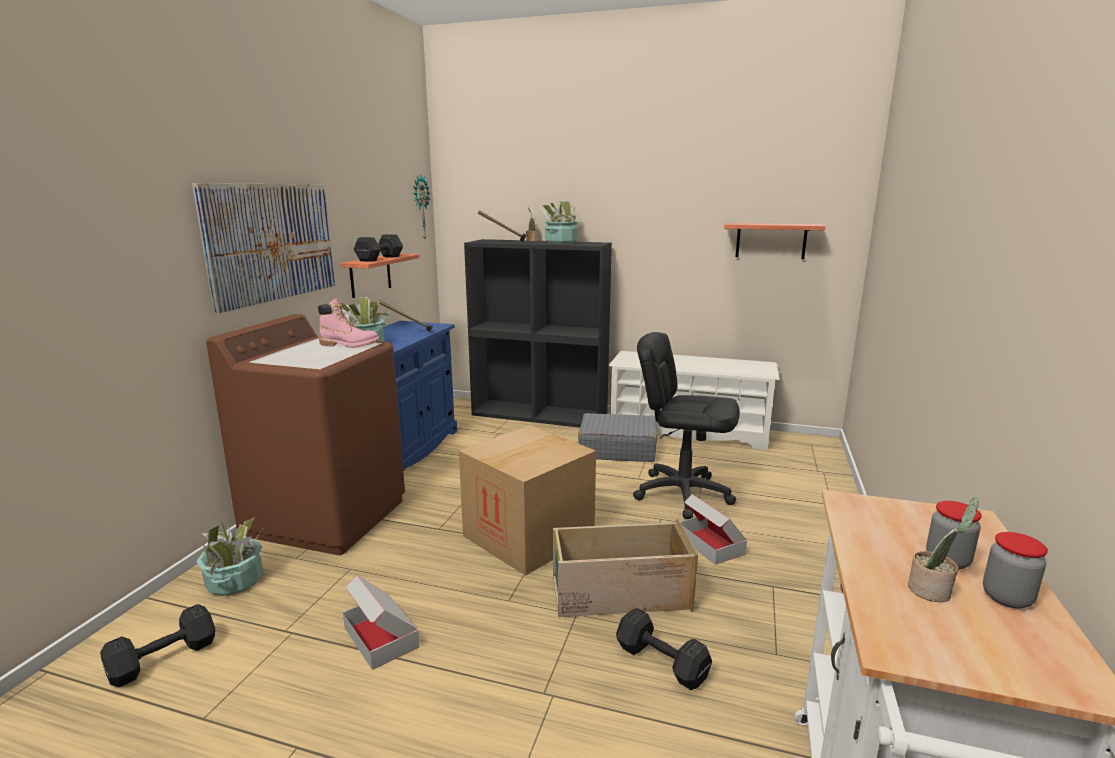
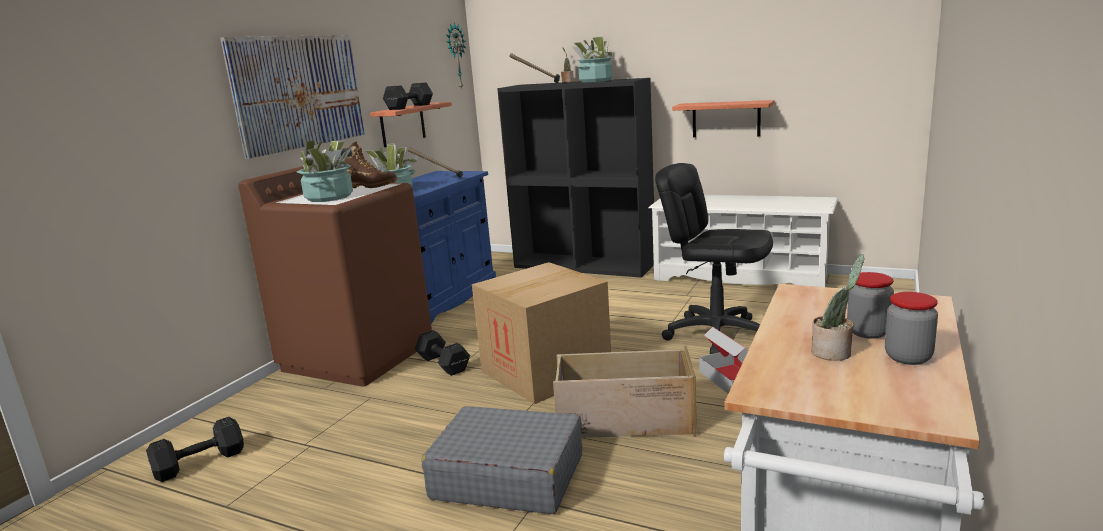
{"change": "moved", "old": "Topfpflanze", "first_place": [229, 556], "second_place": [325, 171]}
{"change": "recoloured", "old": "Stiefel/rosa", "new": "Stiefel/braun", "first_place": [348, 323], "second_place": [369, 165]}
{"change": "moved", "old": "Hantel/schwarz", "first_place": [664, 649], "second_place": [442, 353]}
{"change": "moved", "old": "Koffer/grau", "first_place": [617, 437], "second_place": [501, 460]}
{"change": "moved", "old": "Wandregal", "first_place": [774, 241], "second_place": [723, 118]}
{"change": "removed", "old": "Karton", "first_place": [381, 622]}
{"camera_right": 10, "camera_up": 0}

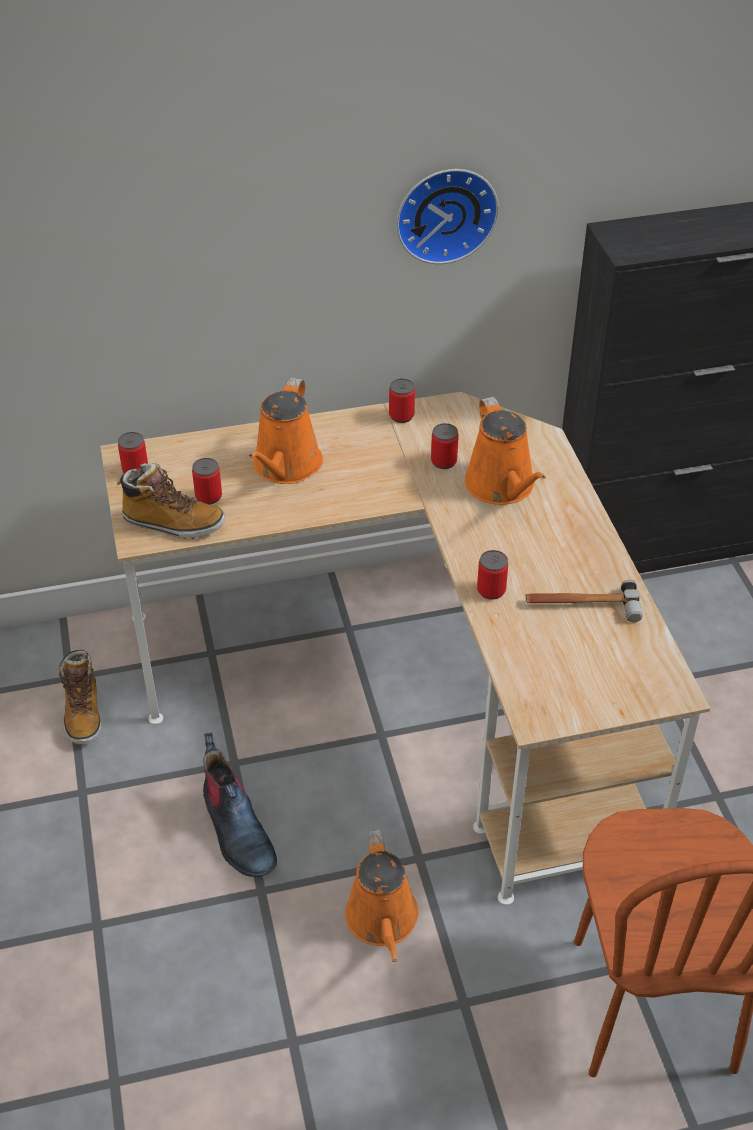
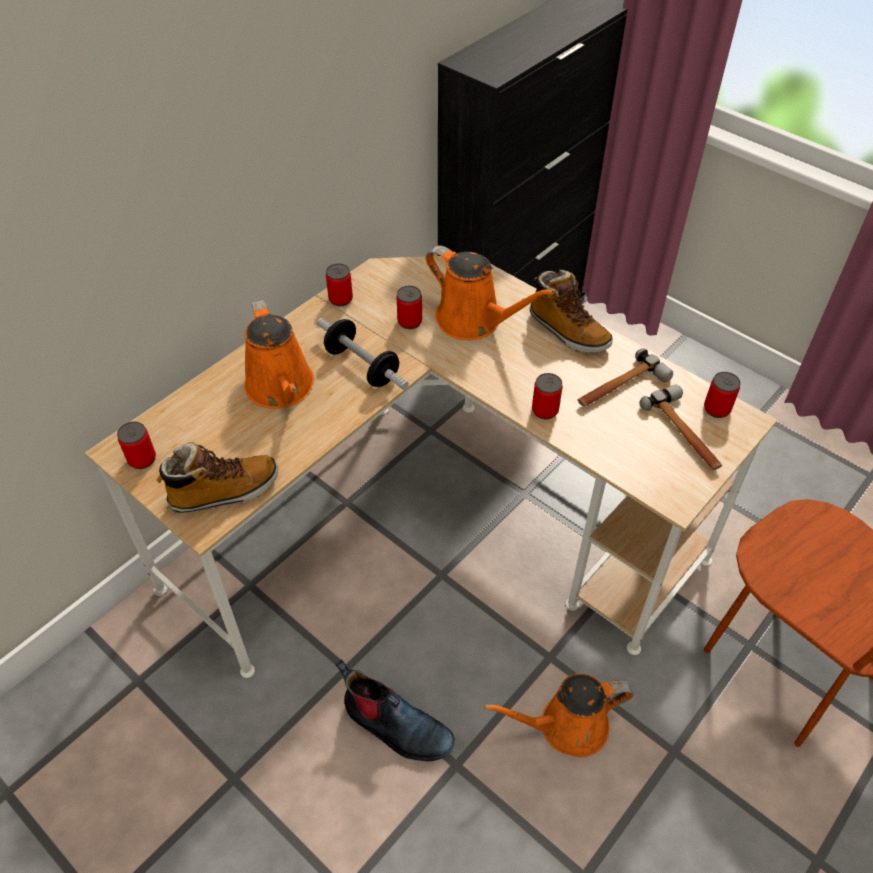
{"change": "added", "new": "Hantel", "second_place": [363, 354]}
{"change": "turned", "old": "Gießkanne/orange", "first_place": [382, 895], "second_place": [559, 715], "degrees": 120}
{"change": "moved", "old": "Stiefel", "first_place": [80, 697], "second_place": [571, 311]}
{"change": "added", "new": "Hammer", "second_place": [680, 427]}
{"change": "moved", "old": "Dose", "first_place": [207, 481], "second_place": [722, 395]}
{"change": "removed", "old": "Wanduhr", "first_place": [447, 216]}
{"camera_right": -35, "camera_up": 5}

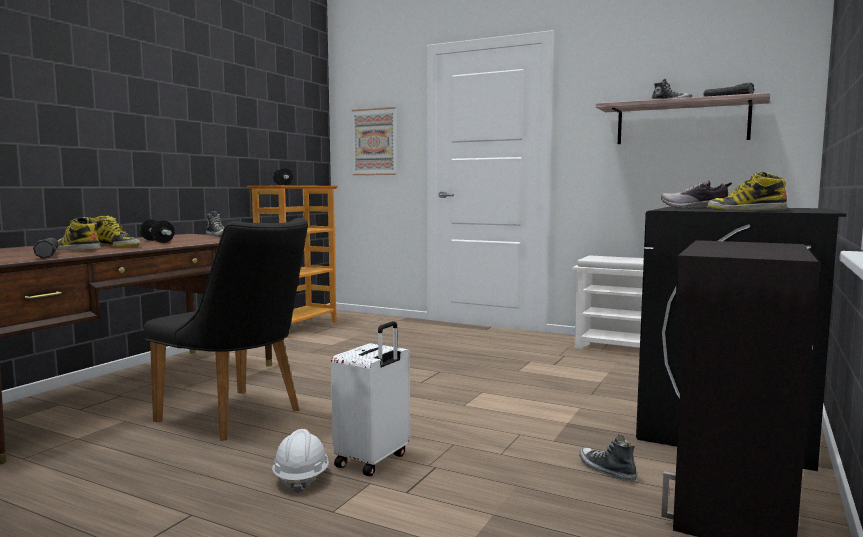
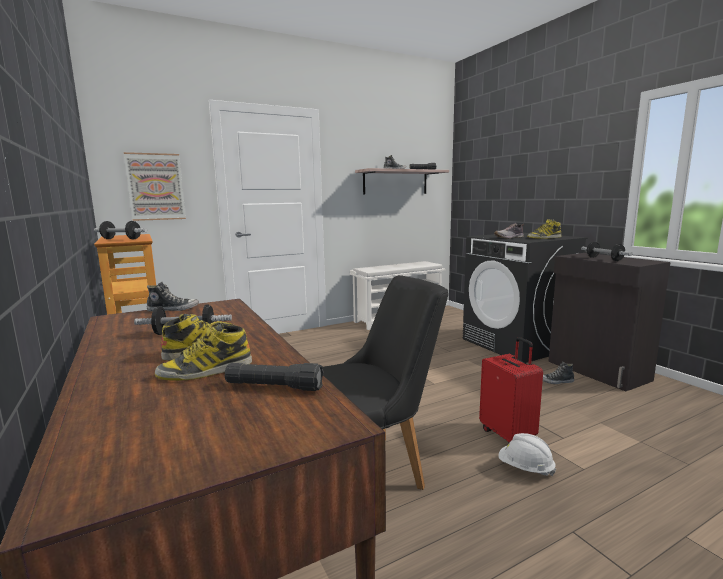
{"change": "recoloured", "old": "Koffer/weiß", "new": "Koffer/rot", "first_place": [370, 398], "second_place": [511, 390]}
{"change": "added", "new": "Hantel", "second_place": [607, 251]}
{"camera_right": -55, "camera_up": 5}

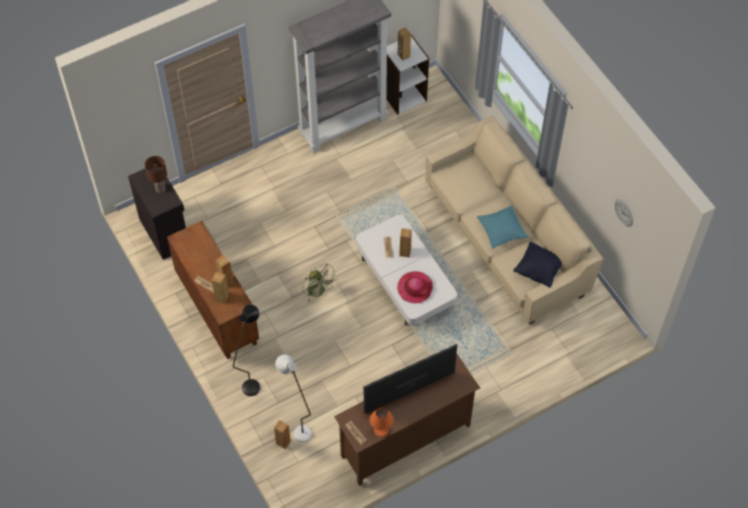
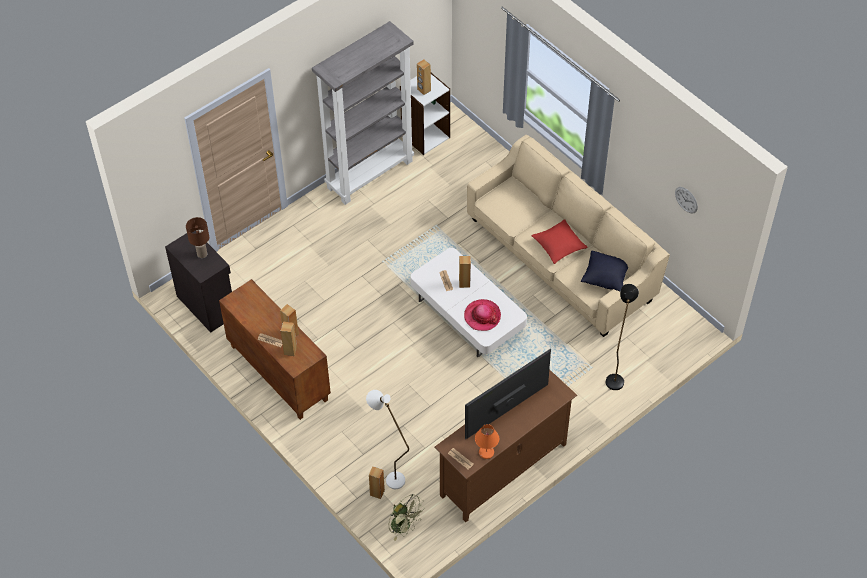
{"change": "moved", "old": "Ventilator/grün", "first_place": [320, 283], "second_place": [406, 517]}
{"change": "recoloured", "old": "Kissen/türkis", "new": "Kissen/rot", "first_place": [502, 227], "second_place": [559, 241]}
{"change": "moved", "old": "Stehlampe/schwarz", "first_place": [246, 350], "second_place": [622, 337]}
{"camera_right": -10, "camera_up": -5}

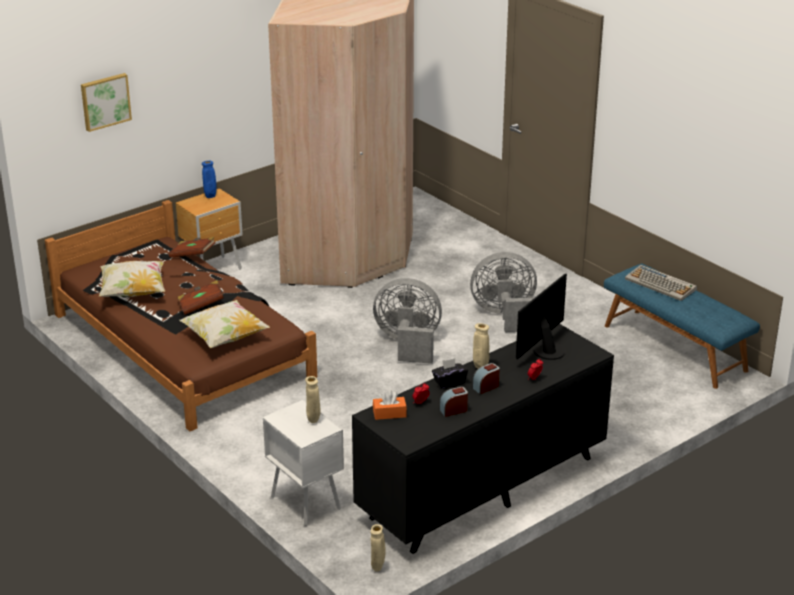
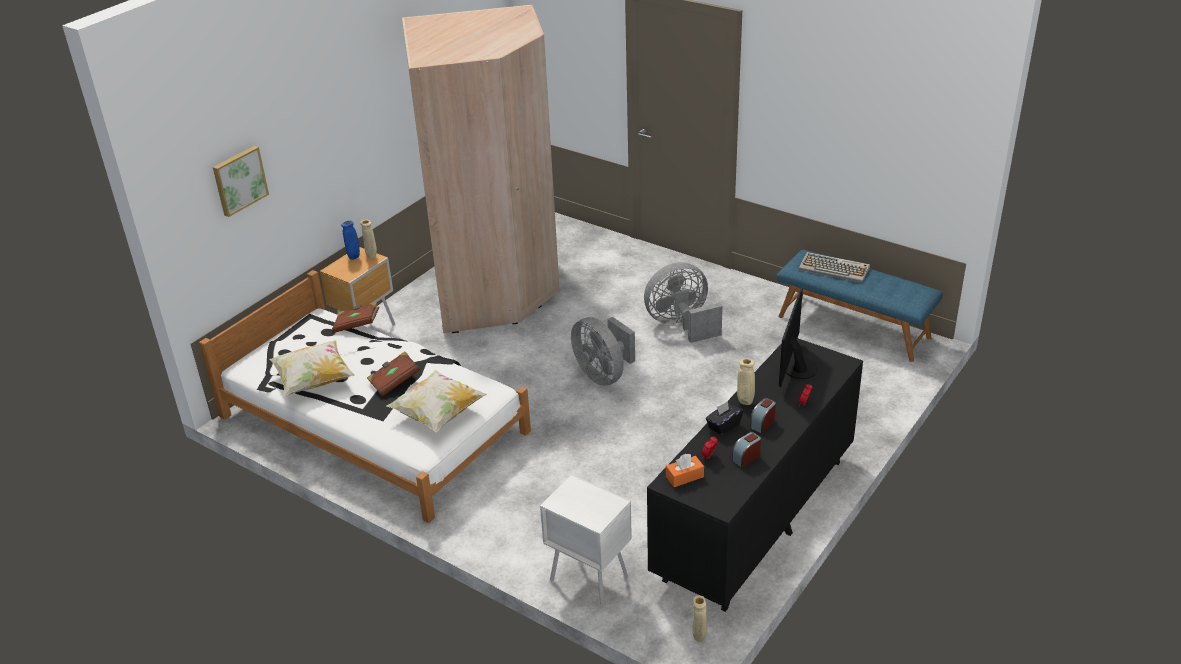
{"change": "recoloured", "old": "Bett/braun", "new": "Bett/weiß", "first_place": [181, 315], "second_place": [365, 396]}
{"change": "moved", "old": "Vase/beige", "first_place": [313, 399], "second_place": [368, 239]}
{"change": "turned", "old": "Ventilator/grau", "first_place": [407, 321], "second_place": [603, 351], "degrees": -120}
{"camera_right": -15, "camera_up": 5}

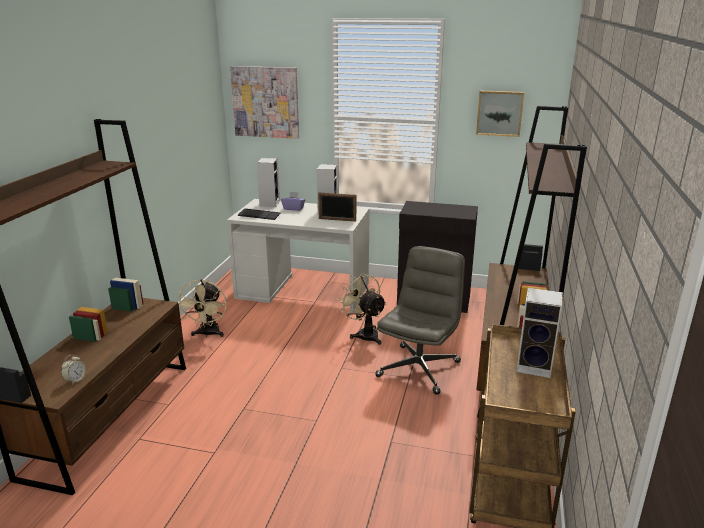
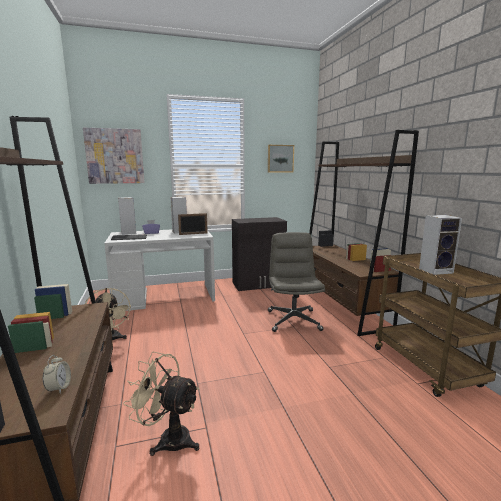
{"change": "moved", "old": "Ventilator/beige", "first_place": [362, 309], "second_place": [161, 404]}
{"camera_right": -30, "camera_up": -10}

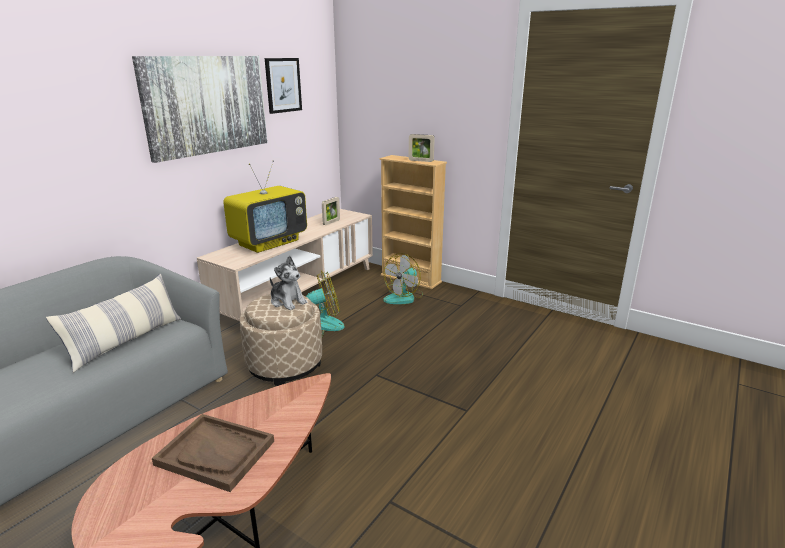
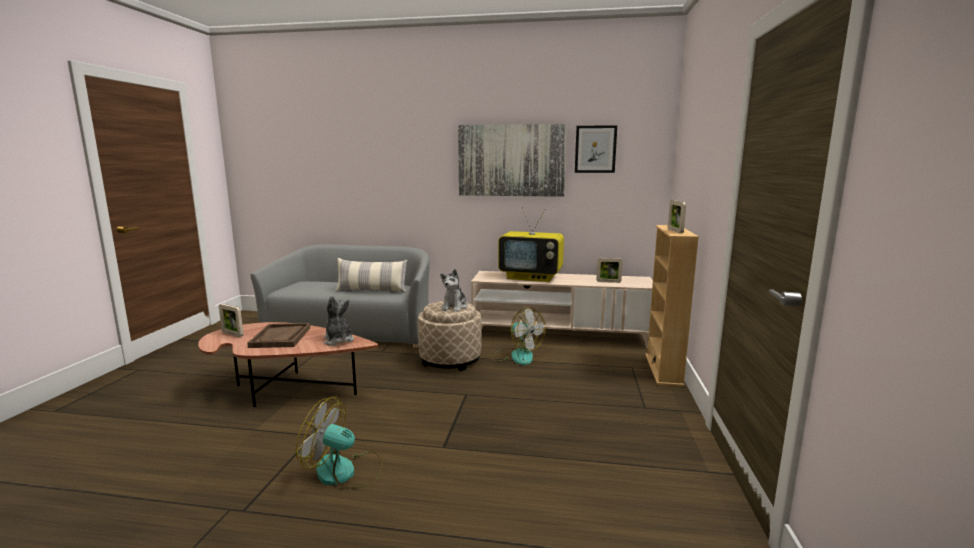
{"change": "added", "new": "Bilderrahmen", "second_place": [231, 320]}
{"change": "moved", "old": "Ventilator", "first_place": [403, 278], "second_place": [339, 443]}
{"change": "added", "new": "Plüschtier", "second_place": [339, 320]}
{"camera_right": 65, "camera_up": -10}

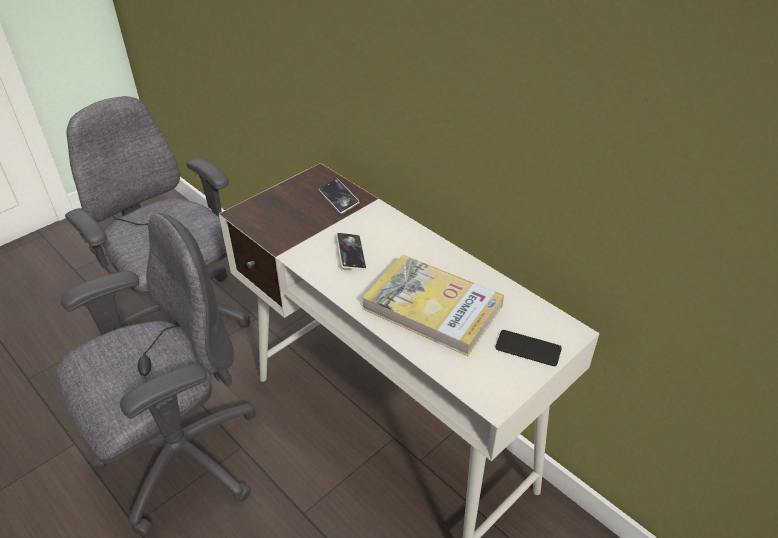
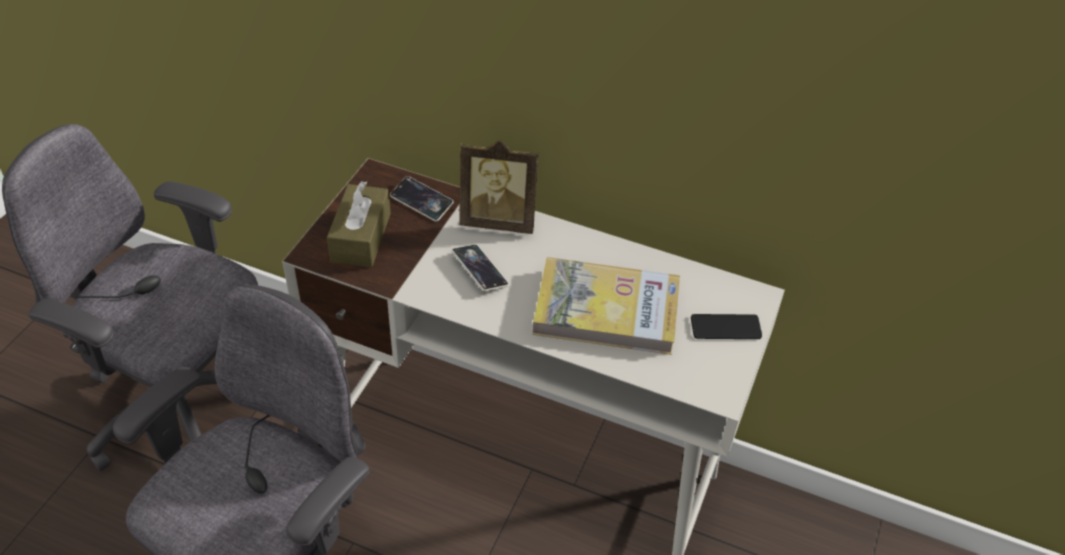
{"change": "added", "new": "Taschentuchbox/braun", "second_place": [359, 224]}
{"change": "added", "new": "Bilderrahmen", "second_place": [499, 187]}
{"camera_right": -25, "camera_up": 5}

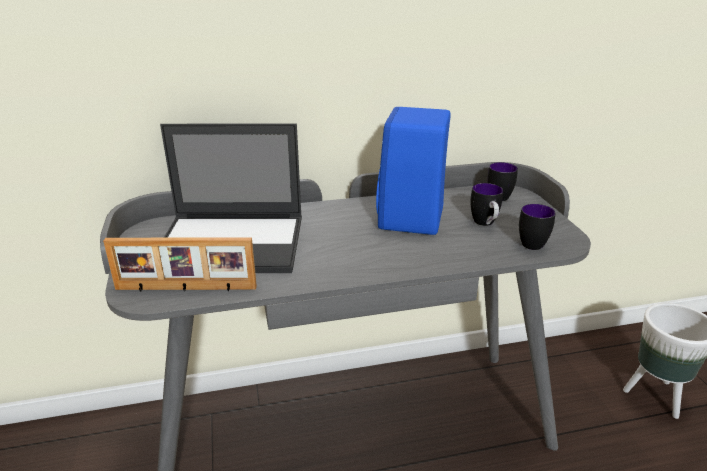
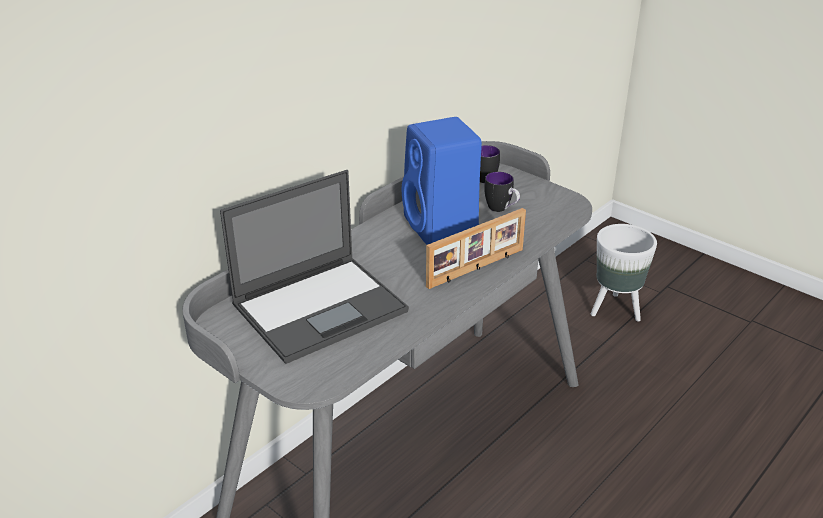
{"change": "moved", "old": "Bilderrahmen", "first_place": [180, 264], "second_place": [476, 248]}
{"change": "removed", "old": "Henkelbecher", "first_place": [537, 227]}
{"camera_right": -35, "camera_up": 5}

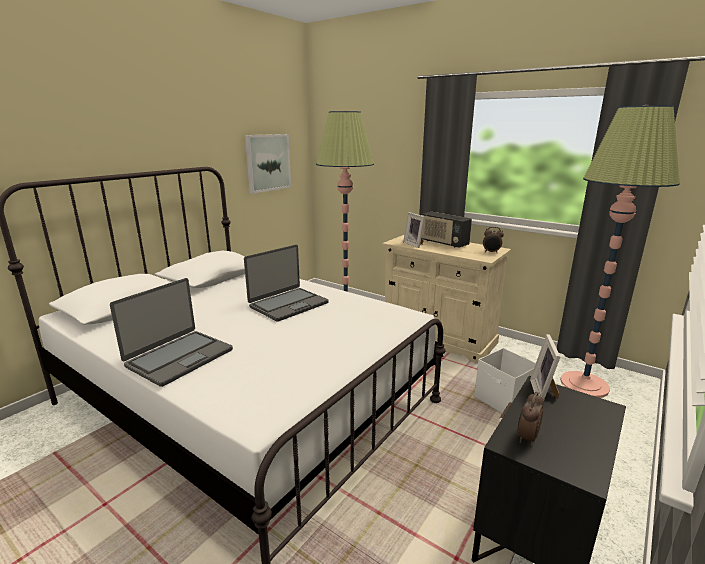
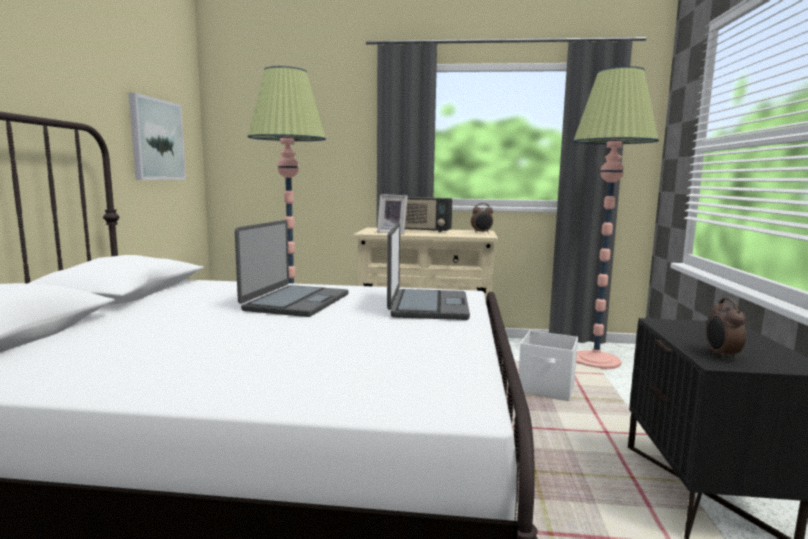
{"change": "moved", "old": "Laptop", "first_place": [171, 332], "second_place": [428, 271]}
{"change": "removed", "old": "Bilderrahmen", "first_place": [545, 368]}
{"camera_right": -30, "camera_up": -10}

